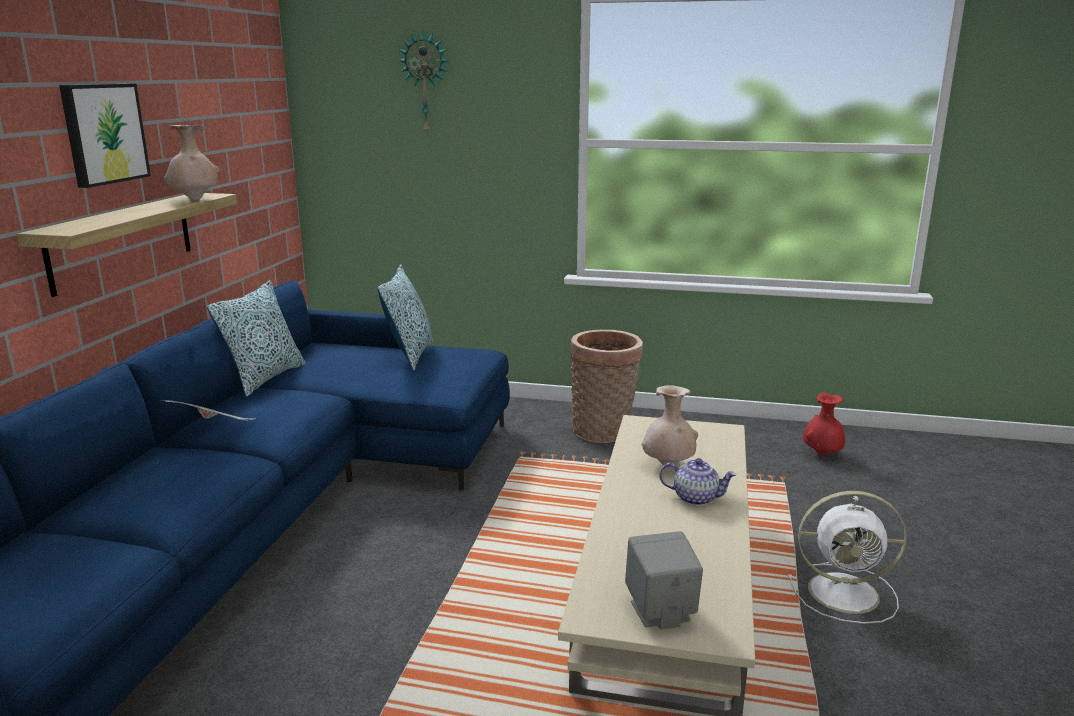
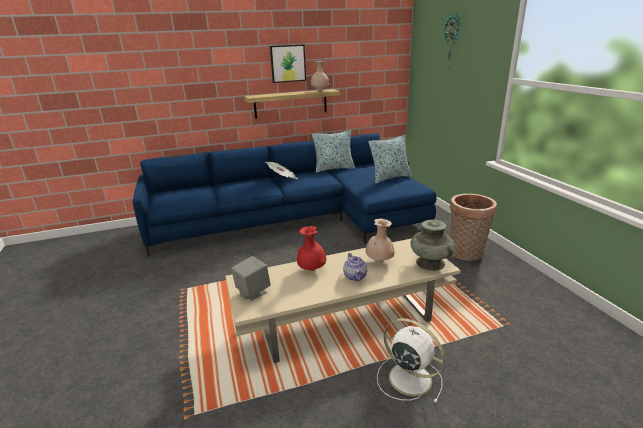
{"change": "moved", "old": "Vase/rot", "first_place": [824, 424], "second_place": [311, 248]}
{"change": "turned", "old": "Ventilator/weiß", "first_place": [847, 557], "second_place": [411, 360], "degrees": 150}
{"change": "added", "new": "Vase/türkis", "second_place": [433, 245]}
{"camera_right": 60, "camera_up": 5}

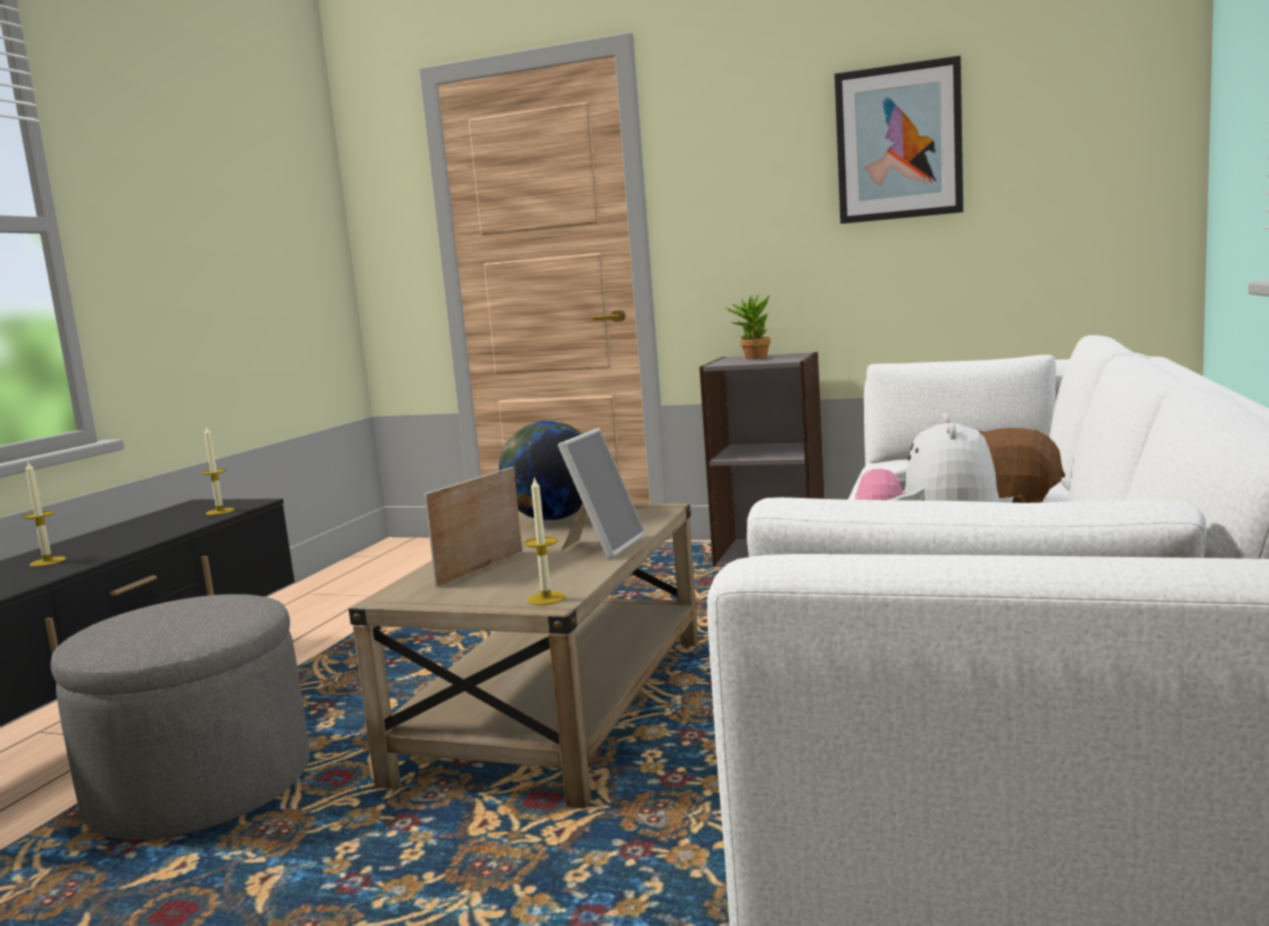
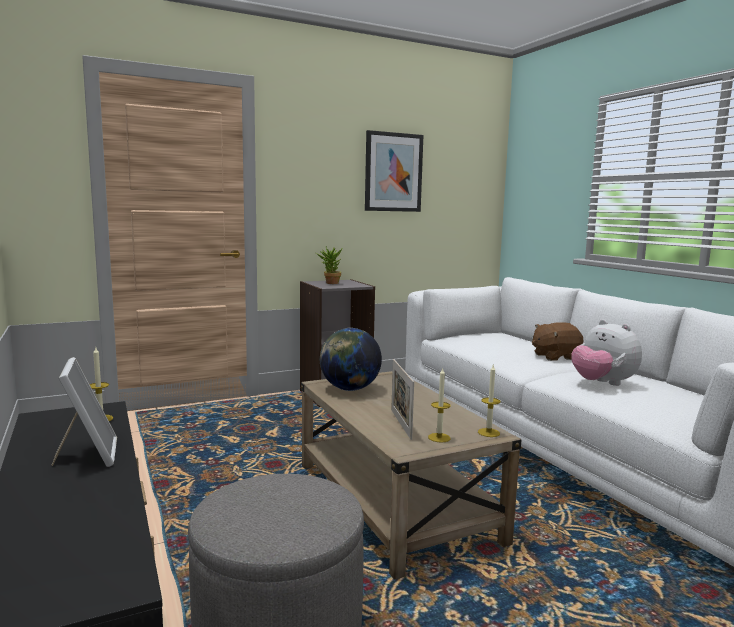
{"change": "moved", "old": "Bilderrahmen", "first_place": [601, 493], "second_place": [84, 412]}
{"change": "moved", "old": "Kerze", "first_place": [44, 514], "second_place": [439, 405]}
{"camera_right": -45, "camera_up": 0}

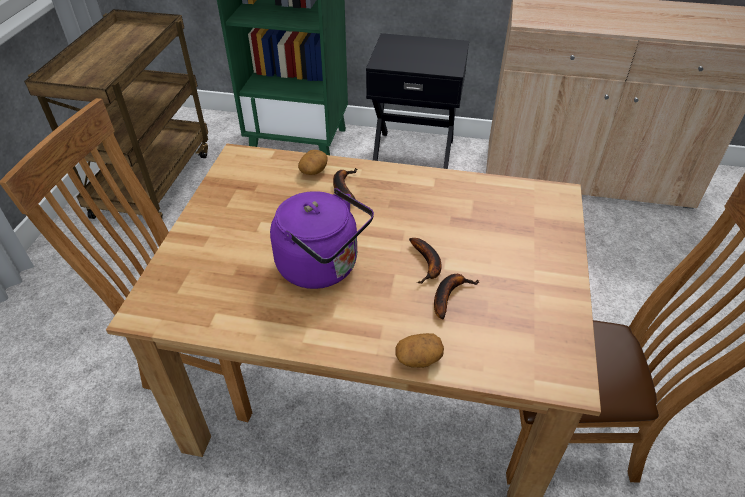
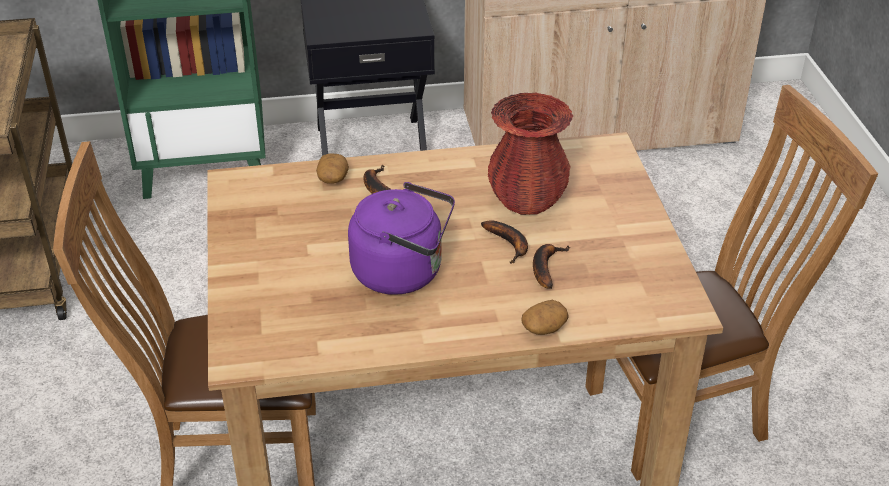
{"change": "added", "new": "Vase/rot", "second_place": [530, 154]}
{"camera_right": -20, "camera_up": -5}

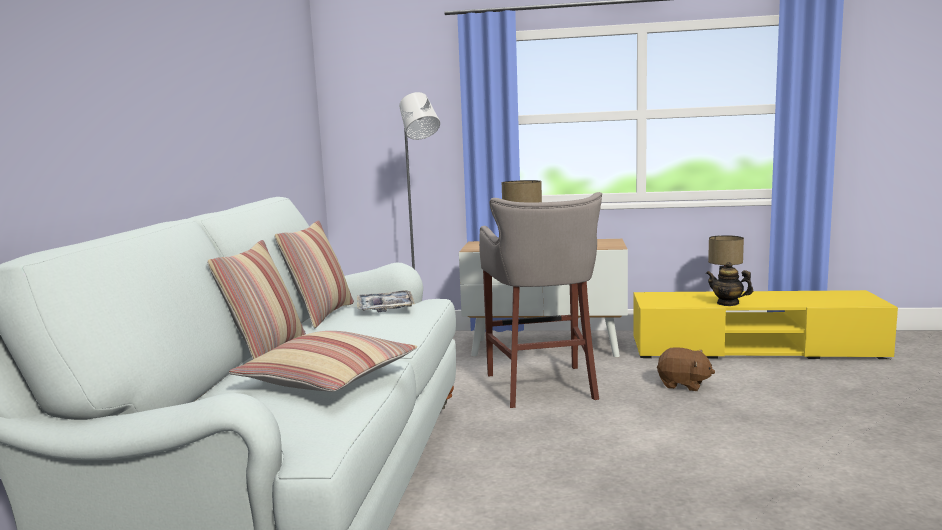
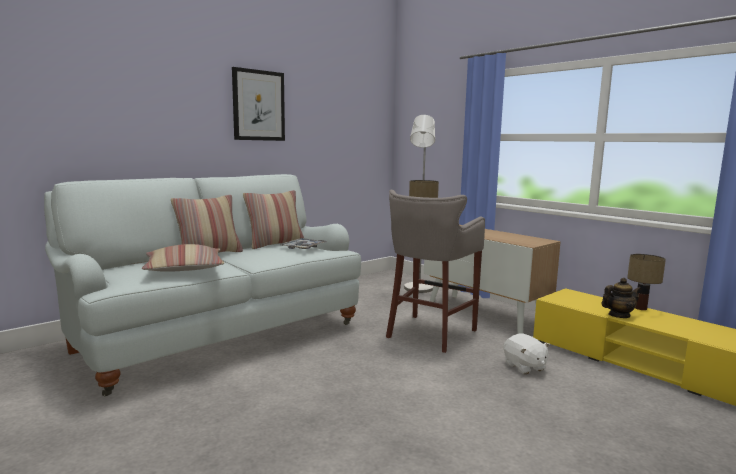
{"change": "added", "new": "Bild", "second_place": [258, 104]}
{"change": "recoloured", "old": "Plüschtier/braun", "new": "Plüschtier/weiß", "first_place": [686, 369], "second_place": [527, 353]}
{"change": "turned", "old": "Teekanne", "first_place": [729, 284], "second_place": [621, 298], "degrees": 90}
{"camera_right": 40, "camera_up": 0}

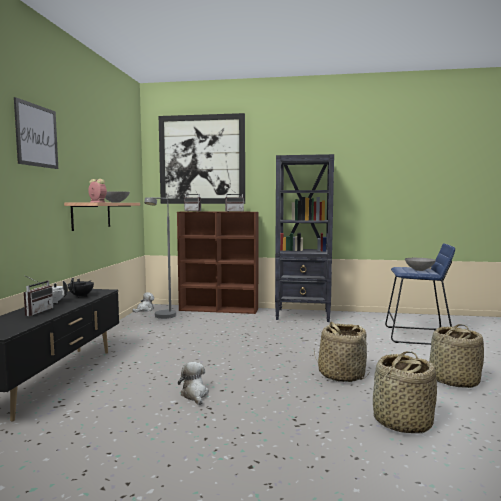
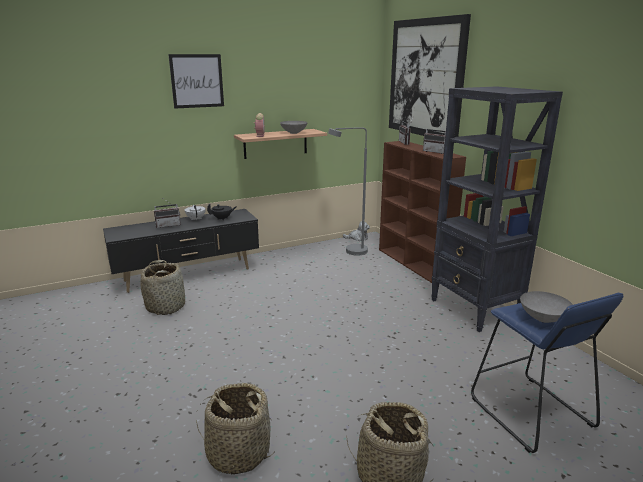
{"change": "moved", "old": "Korb", "first_place": [341, 351], "second_place": [162, 287]}
{"change": "removed", "old": "Plüschtier", "first_place": [193, 383]}
{"camera_right": 55, "camera_up": 15}

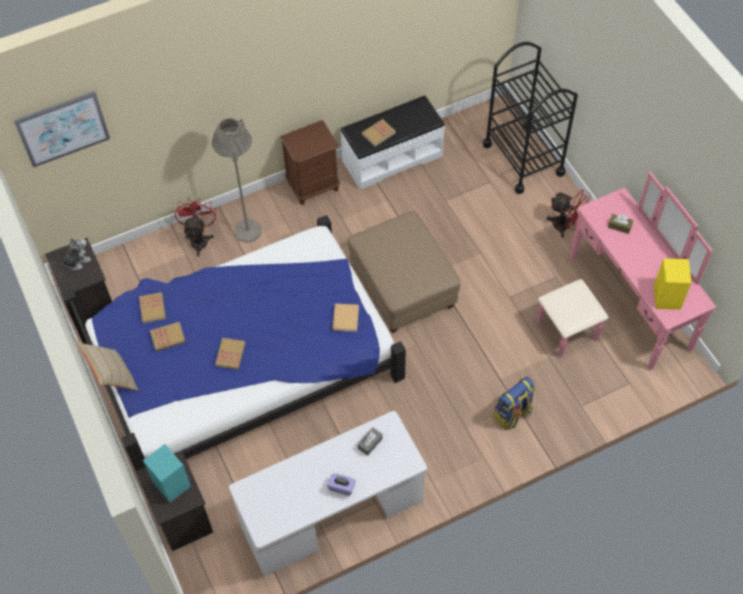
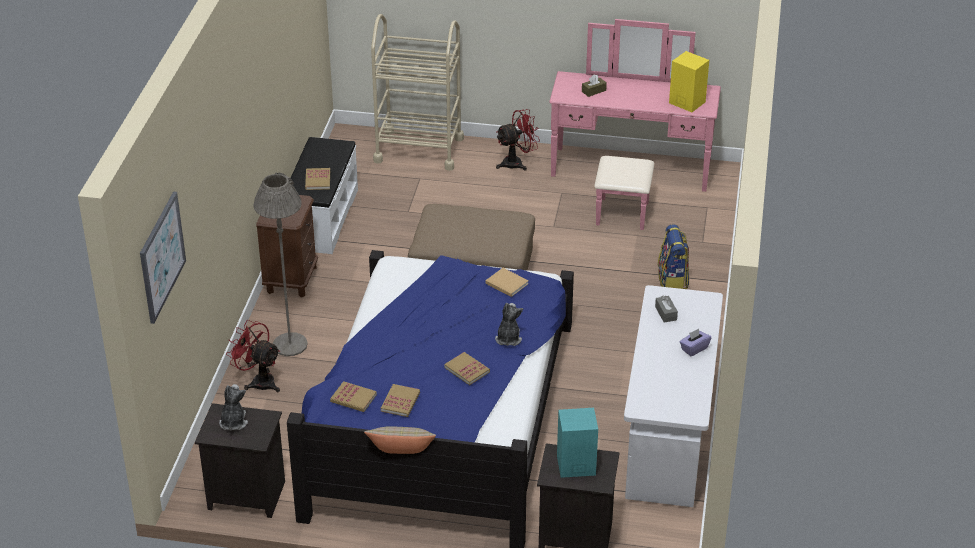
{"change": "recoloured", "old": "Rollwagen/schwarz", "new": "Rollwagen/beige", "first_place": [530, 118], "second_place": [417, 92]}
{"change": "added", "new": "Plüschtier", "second_place": [509, 324]}
{"camera_right": -55, "camera_up": -20}

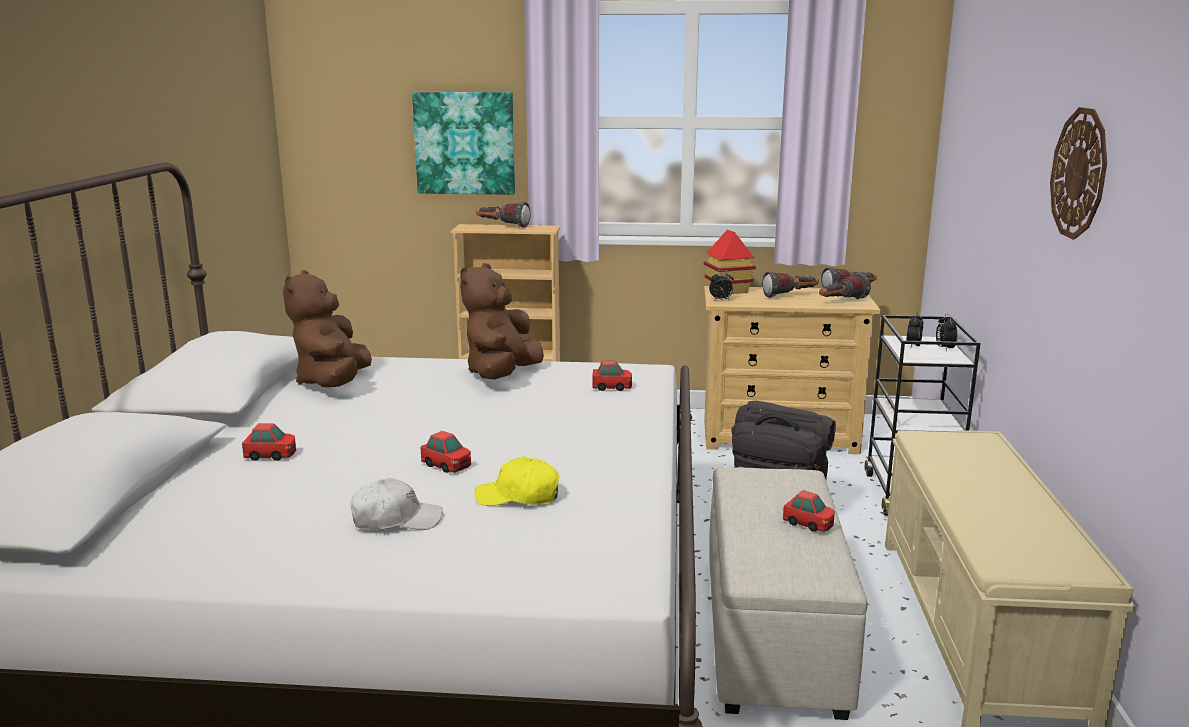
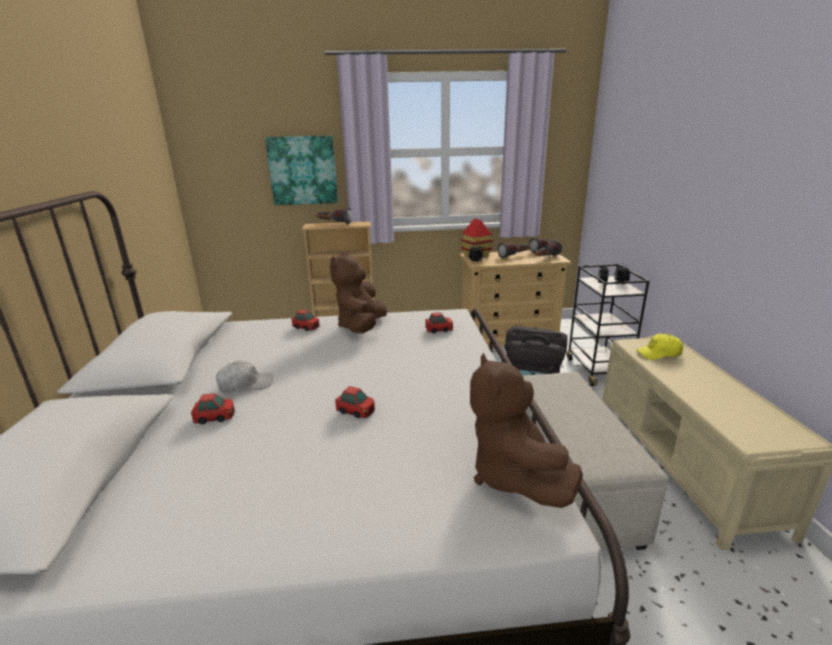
{"change": "moved", "old": "Kappe/weiß", "first_place": [396, 504], "second_place": [244, 376]}
{"change": "moved", "old": "Spielzeugauto", "first_place": [809, 511], "second_place": [306, 320]}
{"change": "moved", "old": "Plüschtier/braun", "first_place": [327, 328], "second_place": [526, 430]}
{"change": "moved", "old": "Kappe/gelb", "first_place": [517, 481], "second_place": [659, 347]}
{"change": "removed", "old": "Wanduhr", "first_place": [1078, 173]}
{"camera_right": -10, "camera_up": 5}

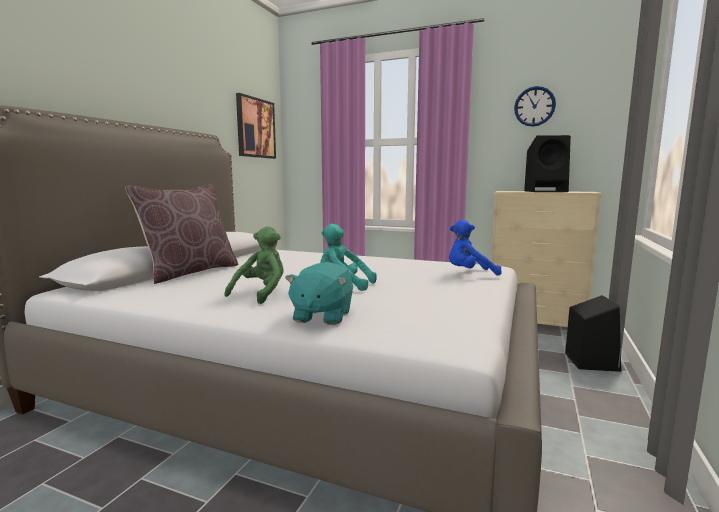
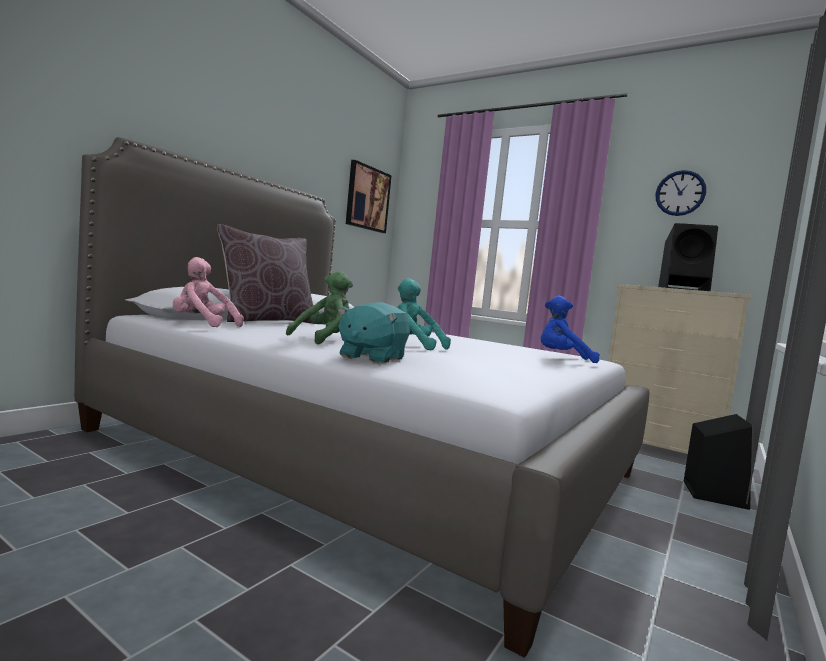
{"change": "added", "new": "Plüschtier/rosa", "second_place": [208, 292]}
{"camera_right": 10, "camera_up": -5}

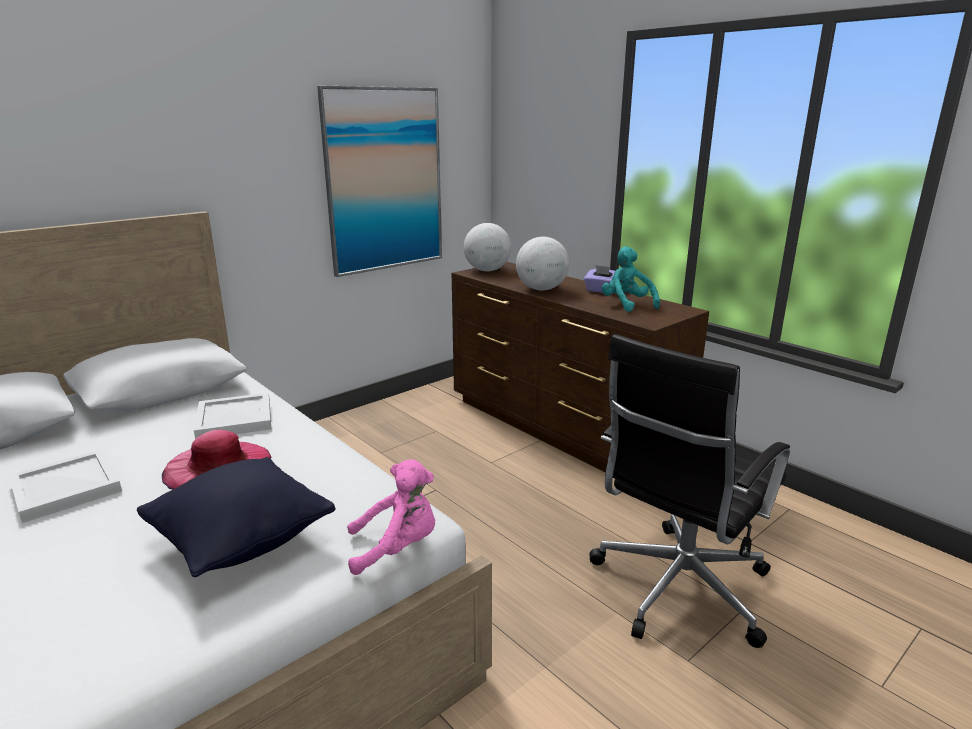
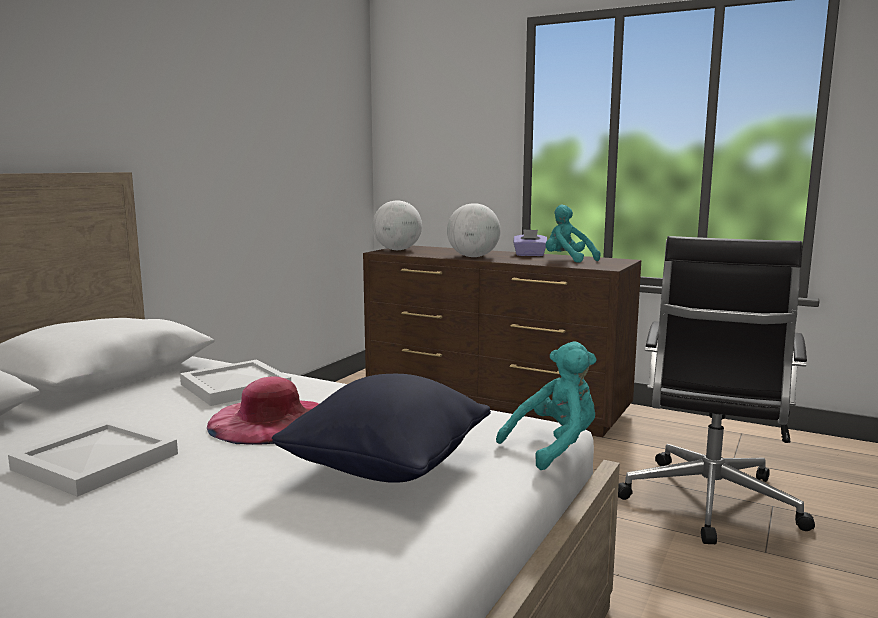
{"change": "recoloured", "old": "Plüschtier/rosa", "new": "Plüschtier/türkis", "first_place": [391, 517], "second_place": [546, 405]}
{"change": "removed", "old": "Bild", "first_place": [379, 181]}
{"camera_right": -20, "camera_up": -10}

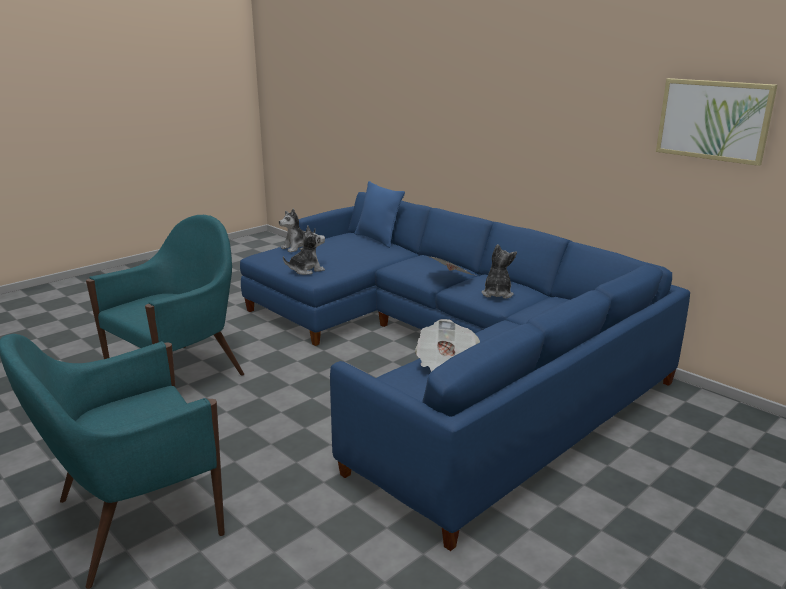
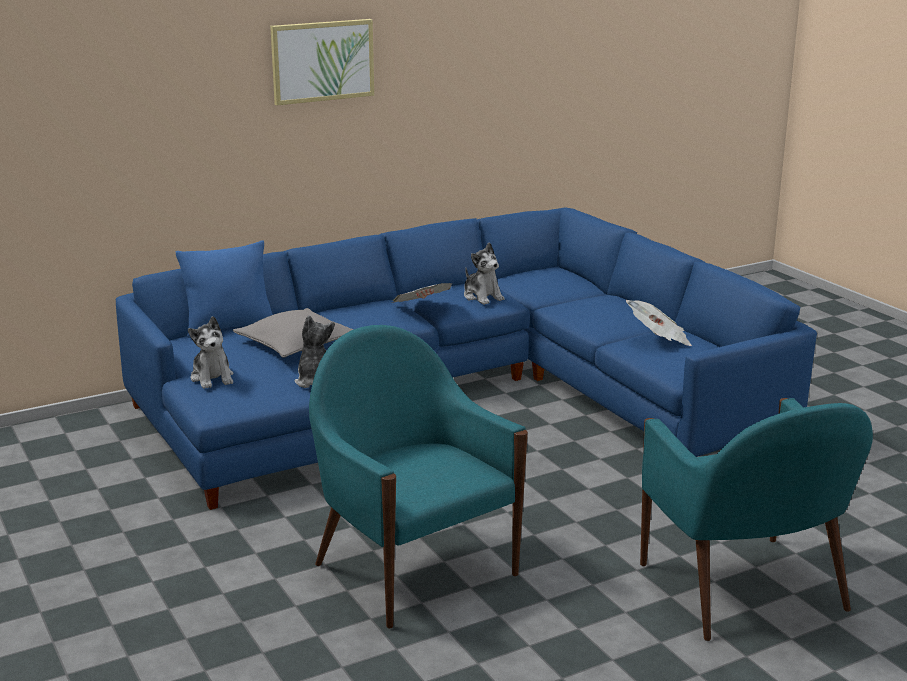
{"change": "added", "new": "Kissen/grau", "second_place": [293, 333]}
{"change": "moved", "old": "Bild", "first_place": [716, 122], "second_place": [322, 62]}
{"change": "turned", "old": "Plüschtier", "first_place": [499, 271], "second_place": [484, 274], "degrees": -150}
{"camera_right": -75, "camera_up": 0}

